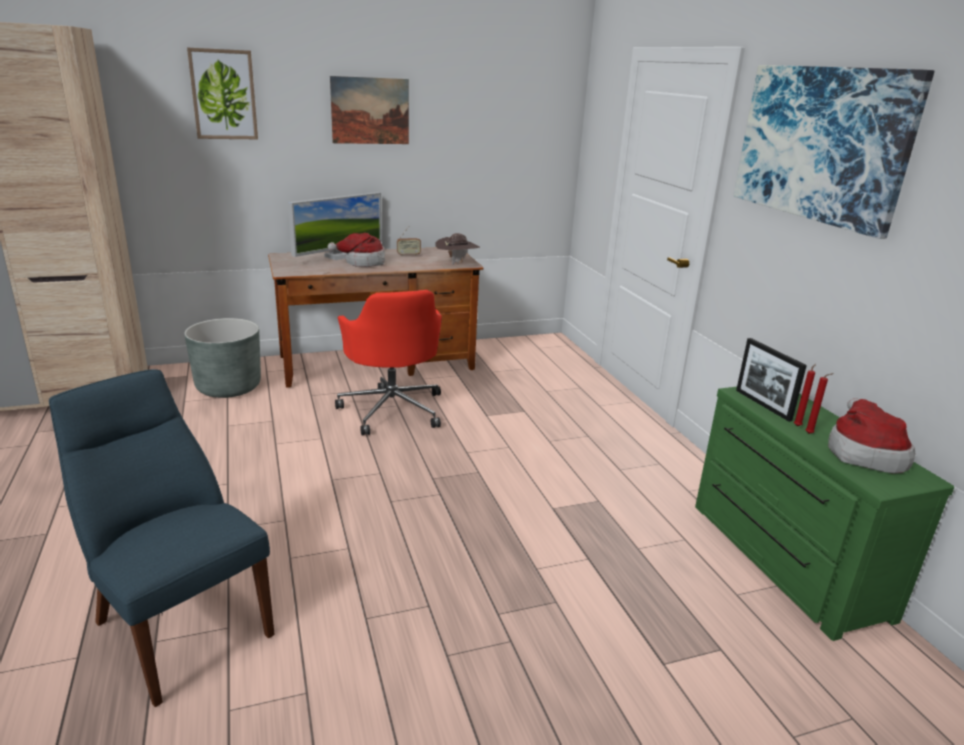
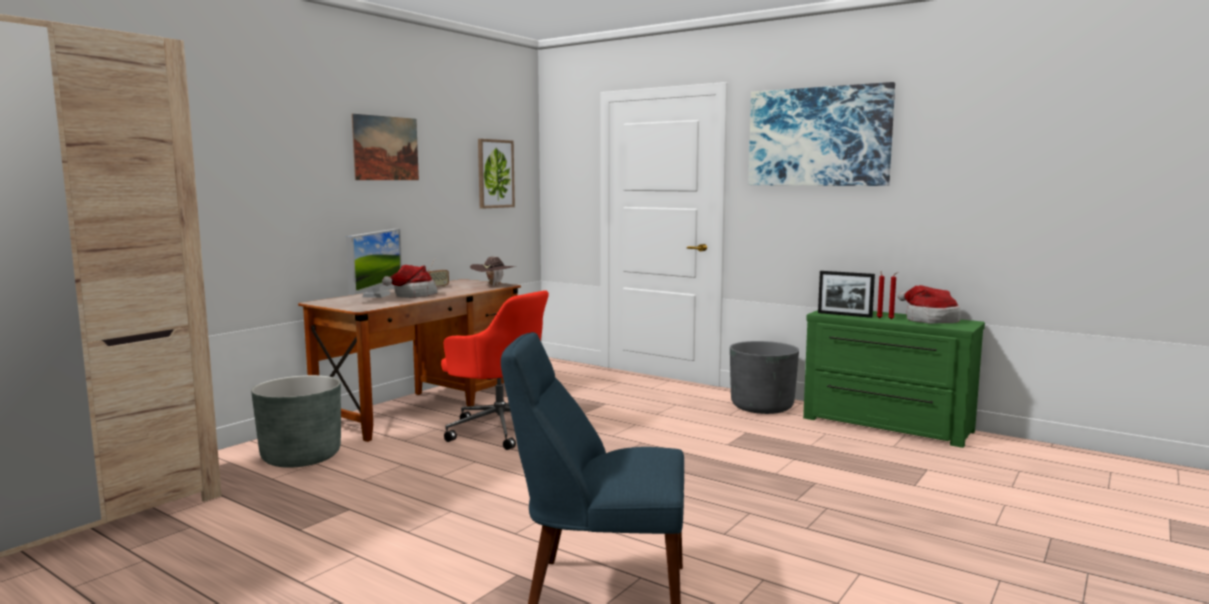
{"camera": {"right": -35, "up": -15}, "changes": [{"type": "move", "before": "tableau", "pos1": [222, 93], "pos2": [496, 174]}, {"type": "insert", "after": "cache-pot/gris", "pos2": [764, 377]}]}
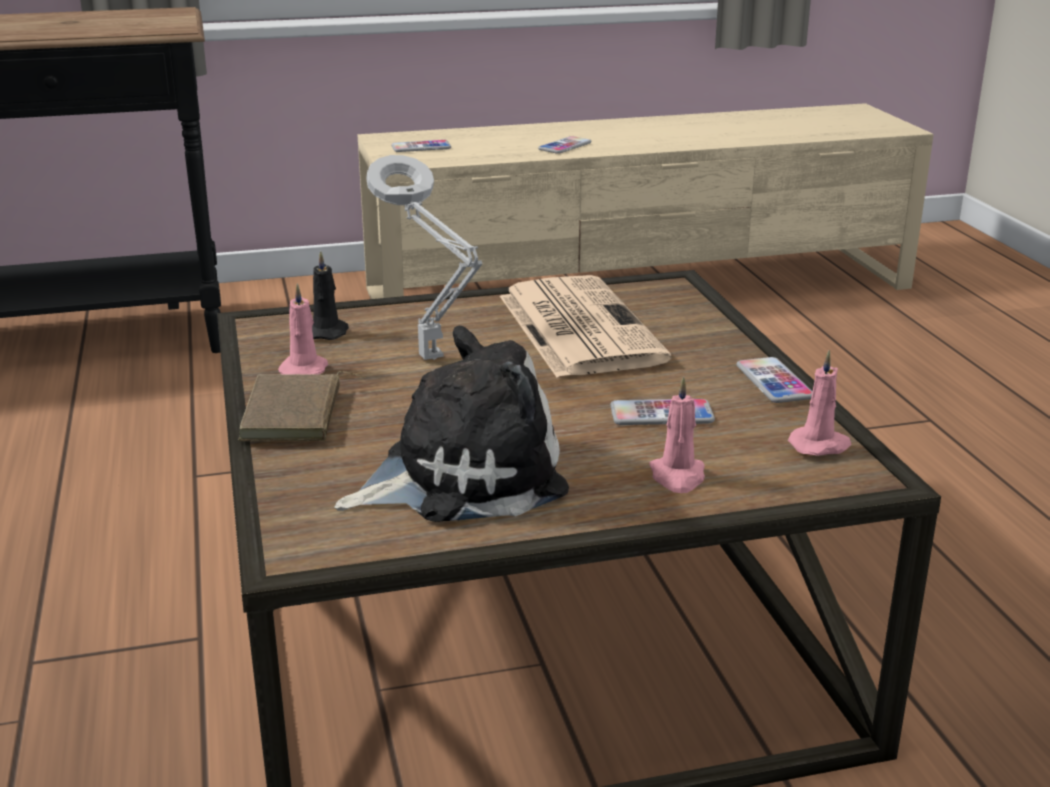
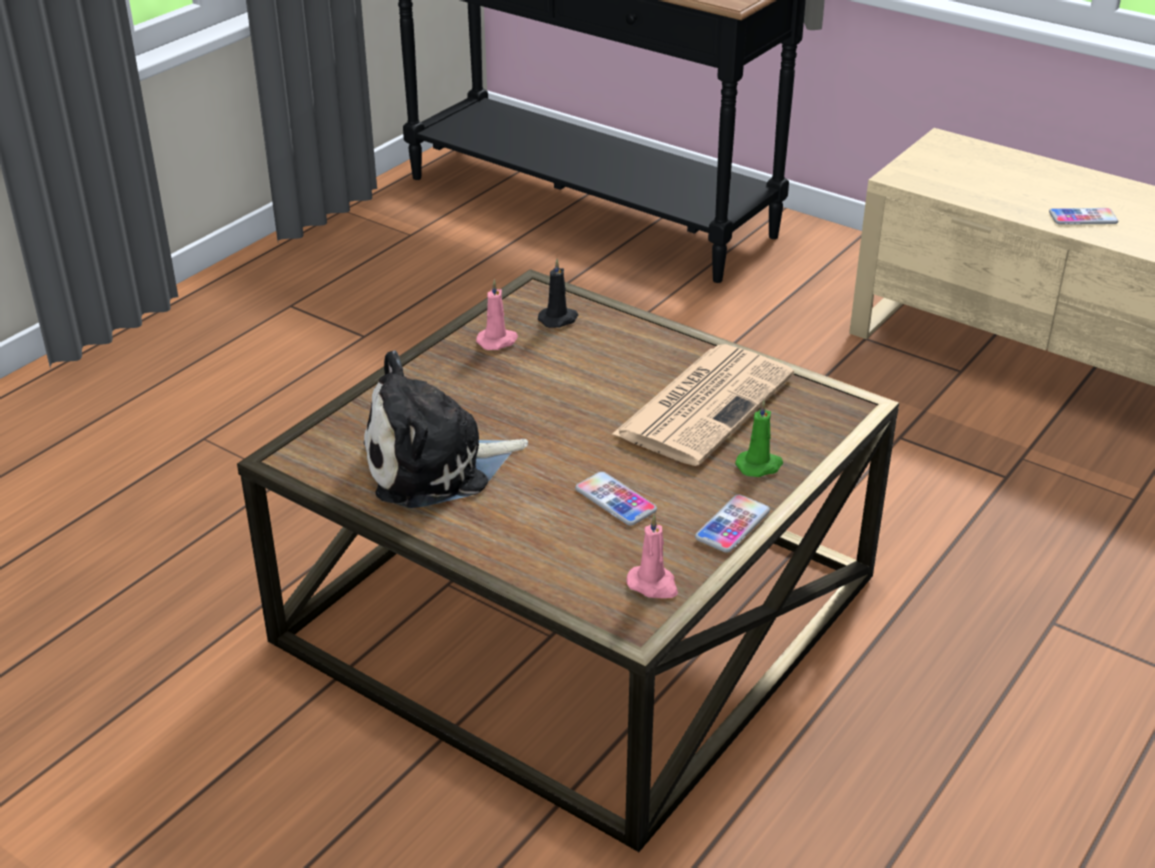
{"camera": {"right": 50, "up": 10}, "changes": [{"type": "delete", "before": "livre/marron", "pos1": [301, 406]}, {"type": "rotate", "before": "peluche", "pos1": [451, 424], "pos2": [446, 429], "turn": 135}, {"type": "delete", "before": "lampe de table/gris", "pos1": [424, 257]}, {"type": "delete", "before": "téléphone", "pos1": [421, 146]}, {"type": "delete", "before": "bougie/rose", "pos1": [677, 434]}, {"type": "insert", "after": "bougie/vert", "pos2": [759, 438]}]}
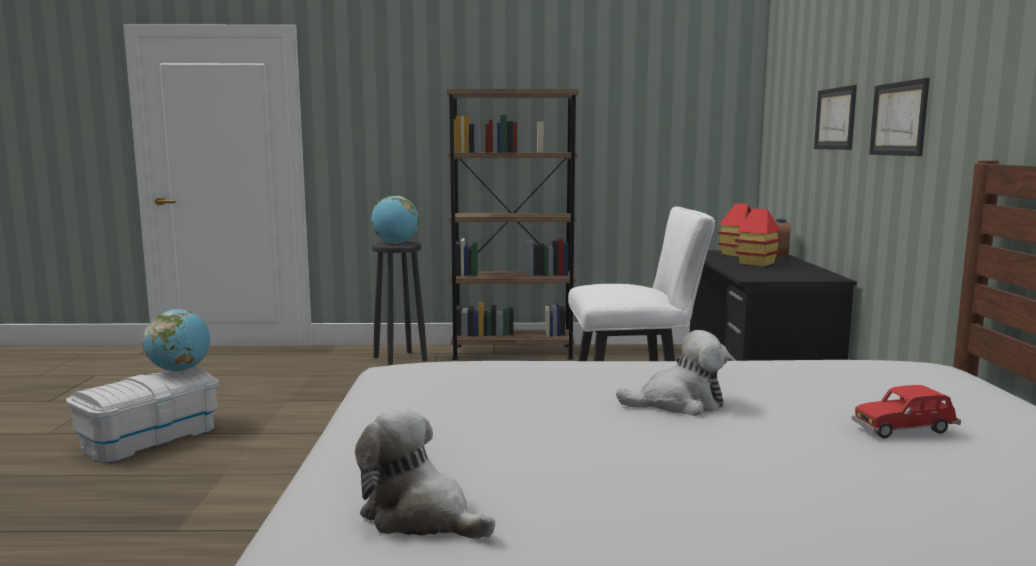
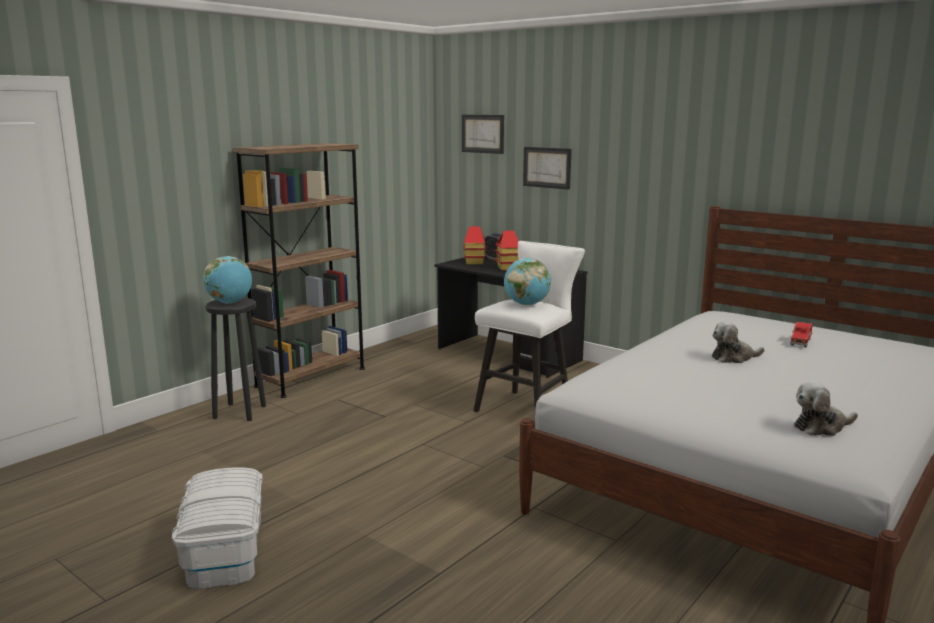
{"camera": {"right": -50, "up": 5}, "changes": [{"type": "move", "before": "globe", "pos1": [176, 340], "pos2": [527, 281]}, {"type": "rotate", "before": "peluche", "pos1": [673, 373], "pos2": [738, 342], "turn": -135}, {"type": "move", "before": "tableau", "pos1": [899, 117], "pos2": [483, 134]}]}
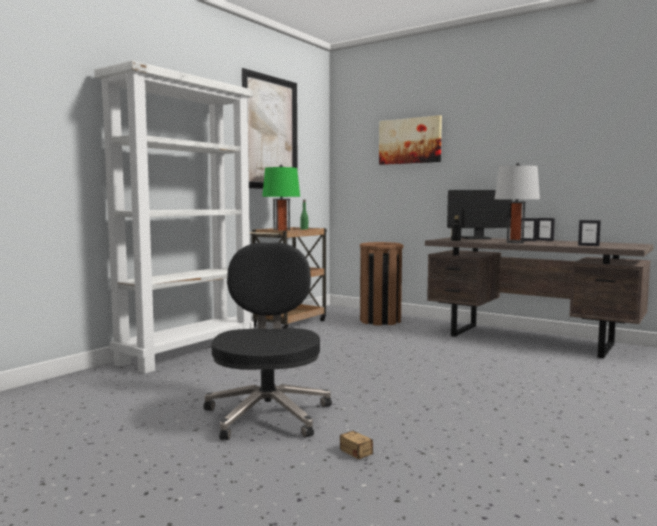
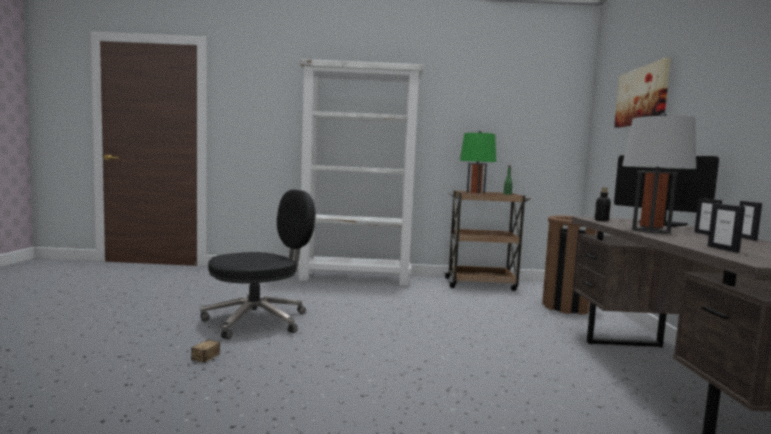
{"camera": {"right": 55, "up": 0}, "changes": [{"type": "delete", "before": "tableau", "pos1": [270, 128]}]}
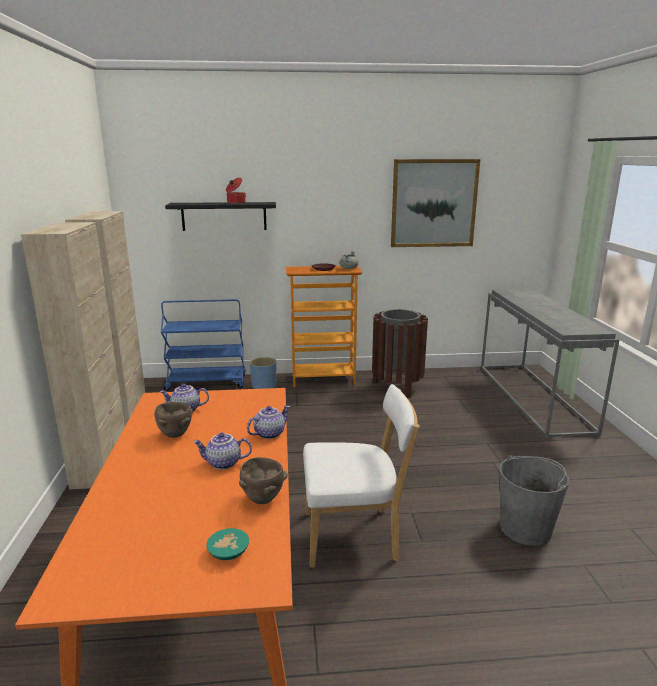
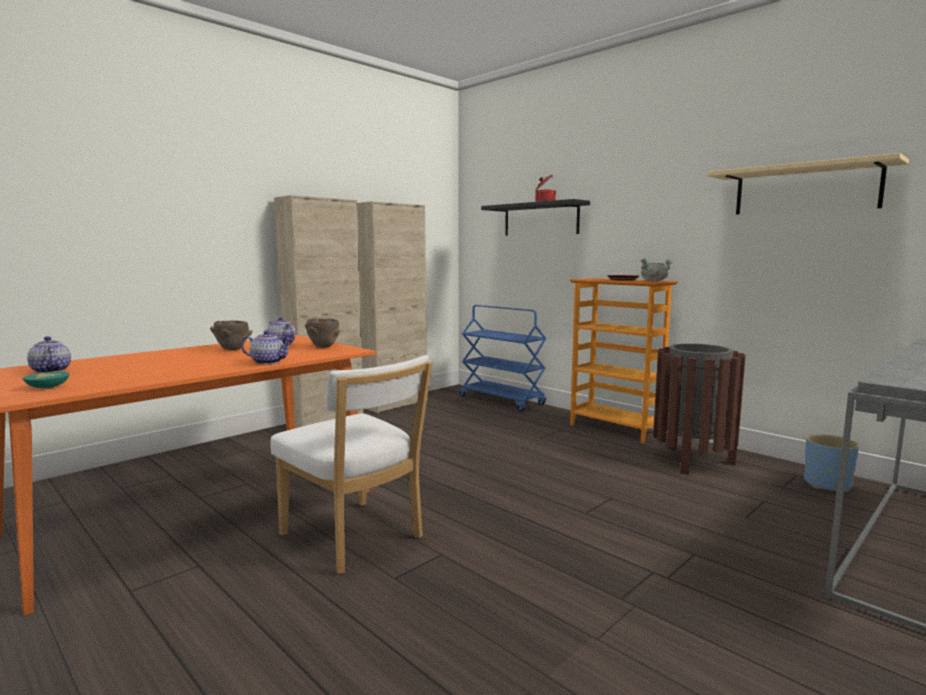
{"camera": {"right": 50, "up": -10}, "changes": [{"type": "move", "before": "théière", "pos1": [222, 451], "pos2": [49, 354]}, {"type": "move", "before": "bol/marron", "pos1": [263, 480], "pos2": [322, 333]}, {"type": "move", "before": "cache-pot/bleu", "pos1": [263, 373], "pos2": [831, 463]}, {"type": "replace", "before": "tableau", "after": "étagère/beige", "pos1": [435, 203], "pos2": [808, 184]}, {"type": "delete", "before": "seau/gris", "pos1": [534, 500]}]}
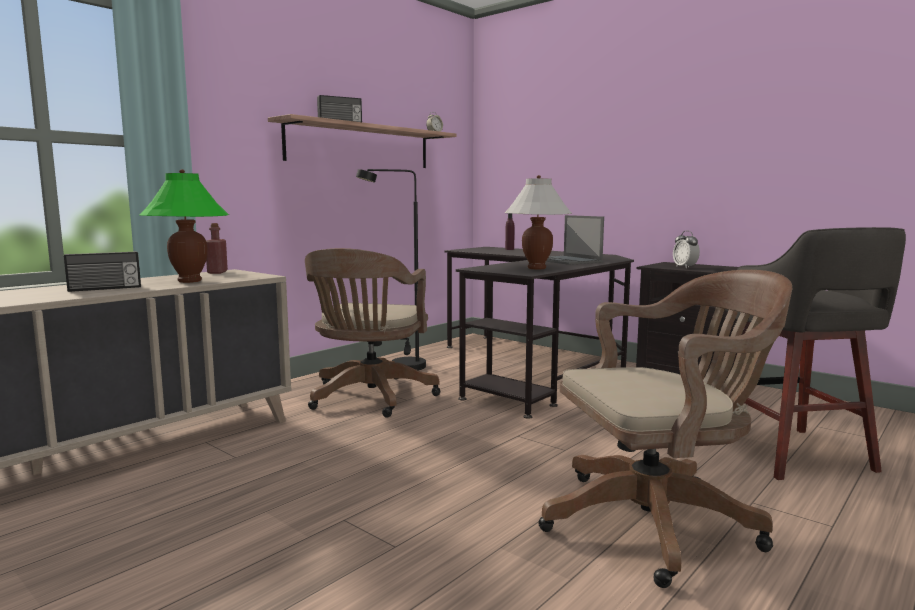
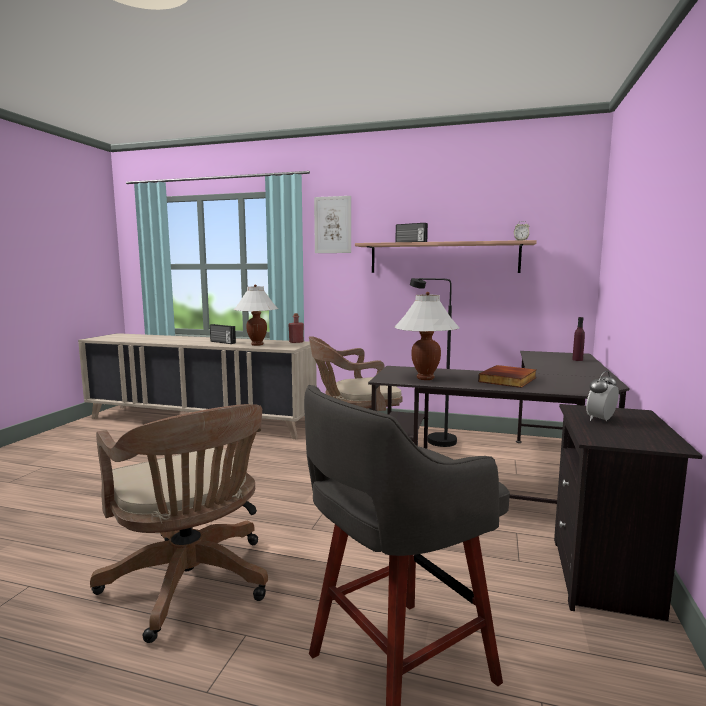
{"camera": {"right": 65, "up": 0}, "changes": [{"type": "recolor", "before": "lampe de table/vert", "after": "lampe de table/blanc", "pos1": [184, 226], "pos2": [256, 315]}, {"type": "replace", "before": "ordinateur portable", "after": "livre", "pos1": [575, 240], "pos2": [507, 376]}, {"type": "insert", "after": "tableau", "pos2": [332, 224]}]}
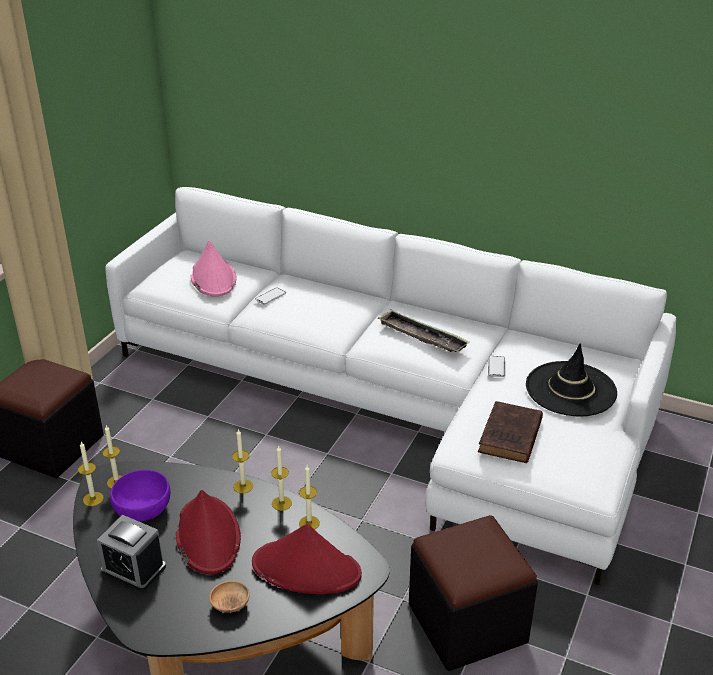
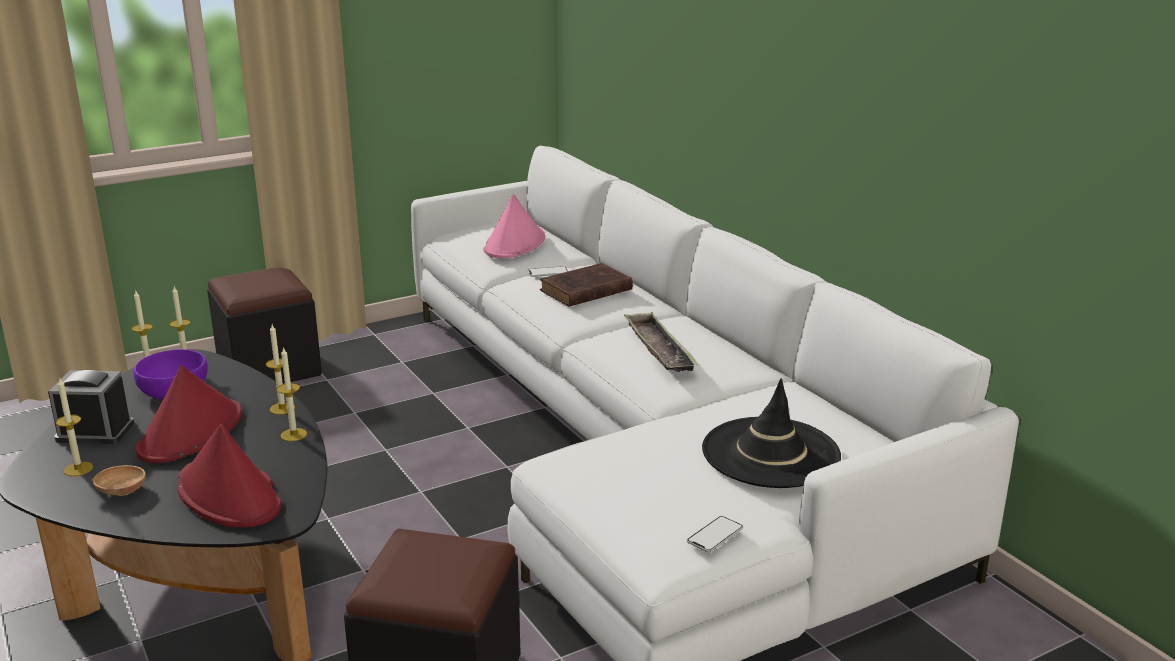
{"camera": {"right": 35, "up": -10}, "changes": [{"type": "rotate", "before": "réveil", "pos1": [131, 553], "pos2": [91, 407], "turn": 120}, {"type": "move", "before": "bougie", "pos1": [309, 497], "pos2": [74, 426]}, {"type": "move", "before": "livre/marron", "pos1": [510, 432], "pos2": [586, 285]}, {"type": "move", "before": "téléphone", "pos1": [496, 366], "pos2": [715, 534]}]}
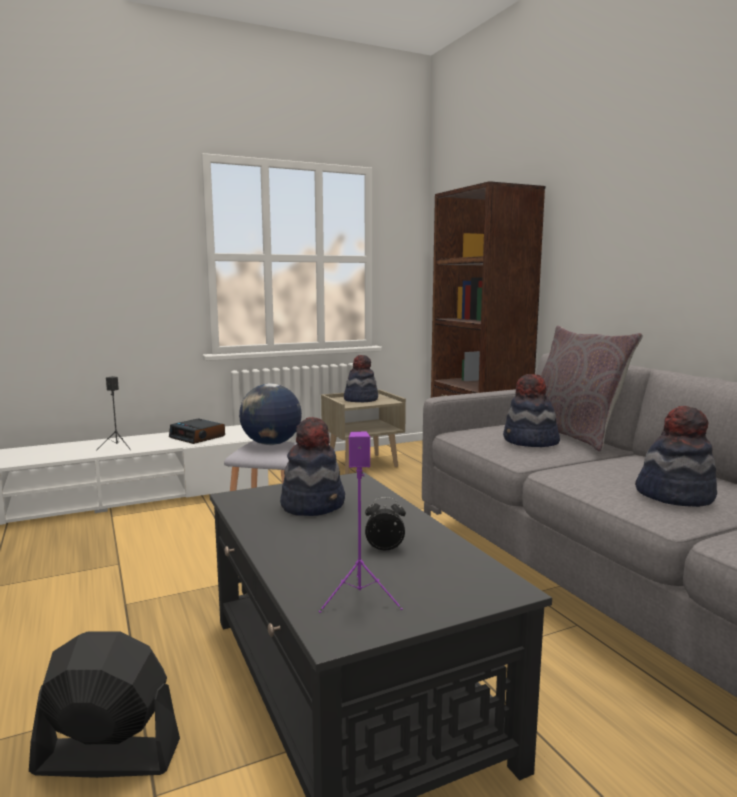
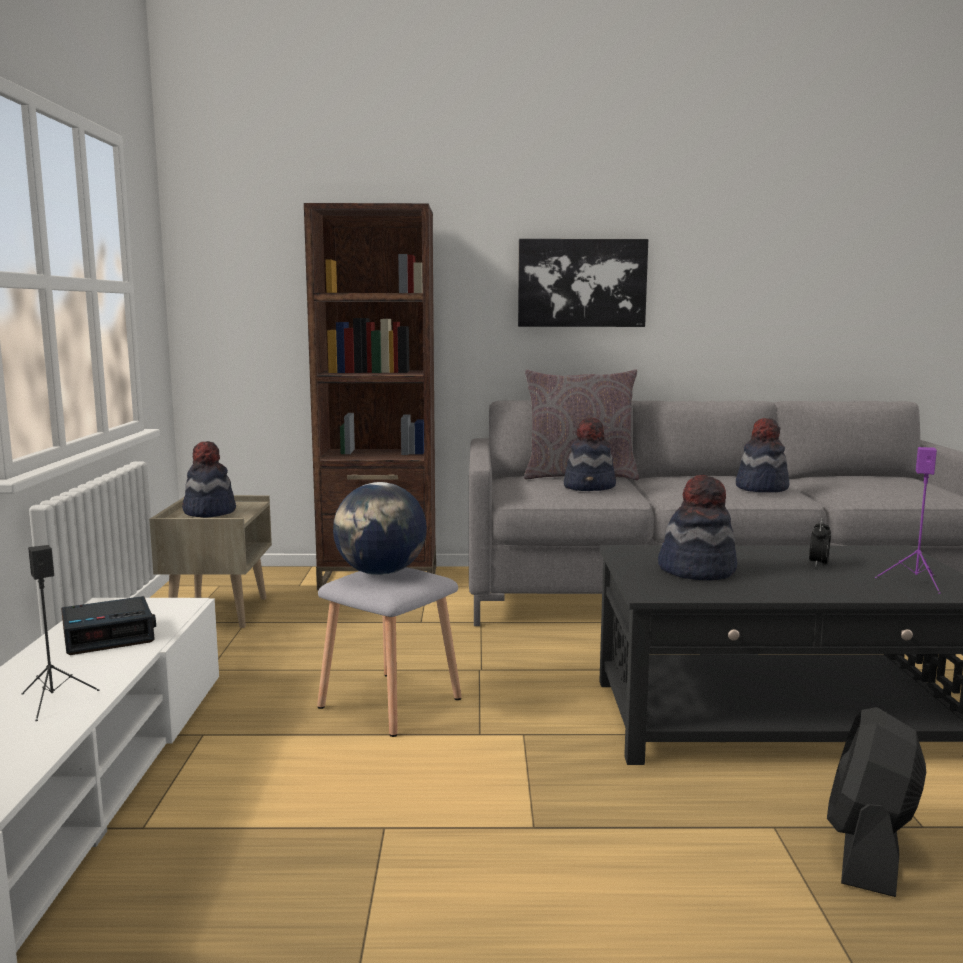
{"camera": {"right": -65, "up": 0}, "changes": [{"type": "insert", "after": "tableau", "pos2": [583, 283]}]}
